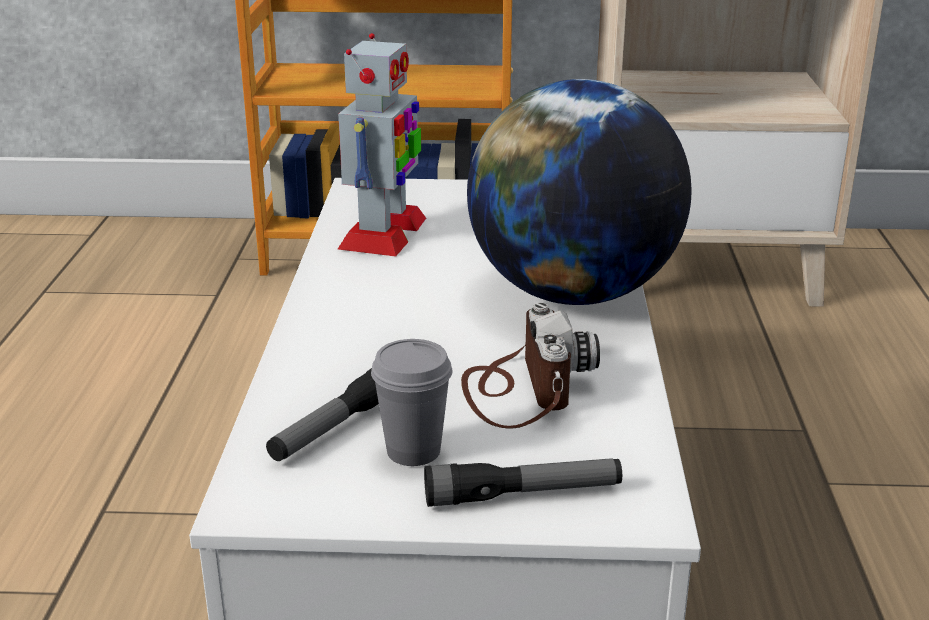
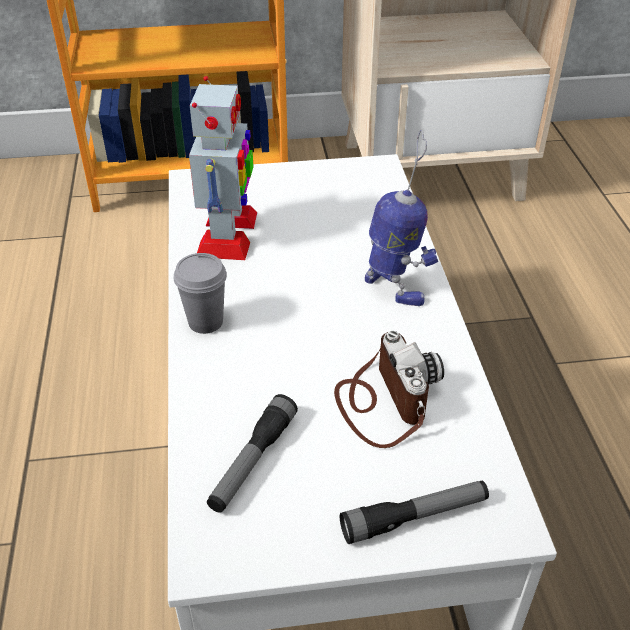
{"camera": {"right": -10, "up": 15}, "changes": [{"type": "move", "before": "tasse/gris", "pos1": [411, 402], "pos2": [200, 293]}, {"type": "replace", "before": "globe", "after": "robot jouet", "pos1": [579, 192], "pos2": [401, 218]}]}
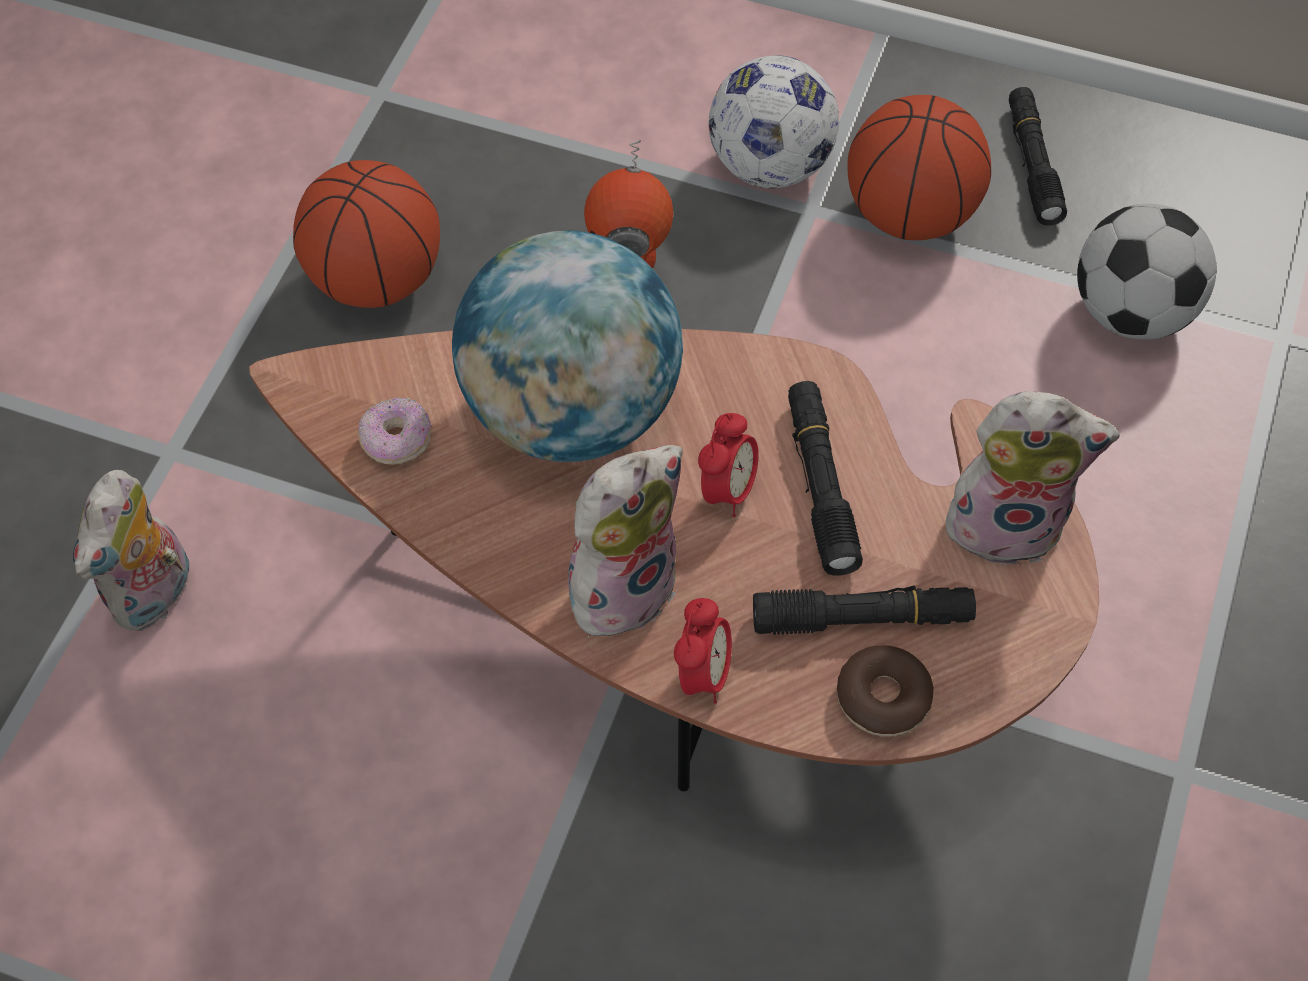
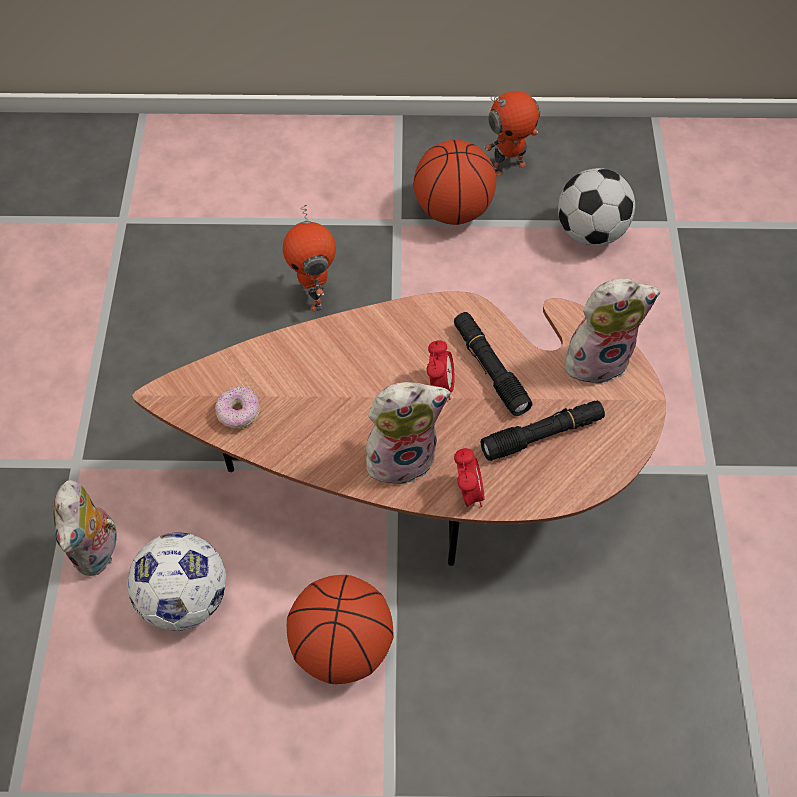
{"camera": {"right": -20, "up": 0}, "changes": [{"type": "move", "before": "ballon de basket", "pos1": [366, 234], "pos2": [340, 629]}, {"type": "delete", "before": "globe", "pos1": [567, 346]}, {"type": "rotate", "before": "peluche", "pos1": [625, 546], "pos2": [408, 435], "turn": 45}, {"type": "move", "before": "ballon de foot", "pos1": [773, 122], "pos2": [177, 581]}, {"type": "delete", "before": "beignet", "pos1": [885, 690]}, {"type": "replace", "before": "lampe de poche/noir", "after": "robot jouet", "pos1": [1038, 156], "pos2": [512, 133]}]}
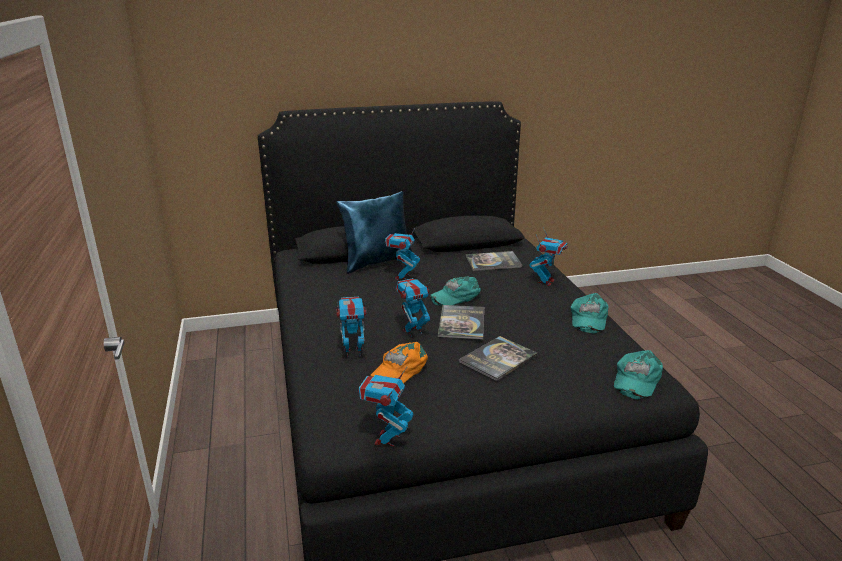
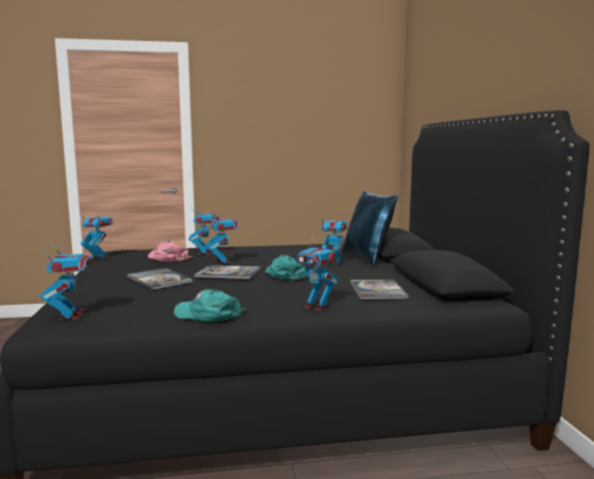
{"camera": {"right": 95, "up": -15}, "changes": [{"type": "recolor", "before": "casquette/orange", "after": "casquette/rose", "pos1": [399, 362], "pos2": [170, 251]}, {"type": "replace", "before": "casquette/turquoise", "after": "robot jouet", "pos1": [638, 374], "pos2": [66, 281]}]}
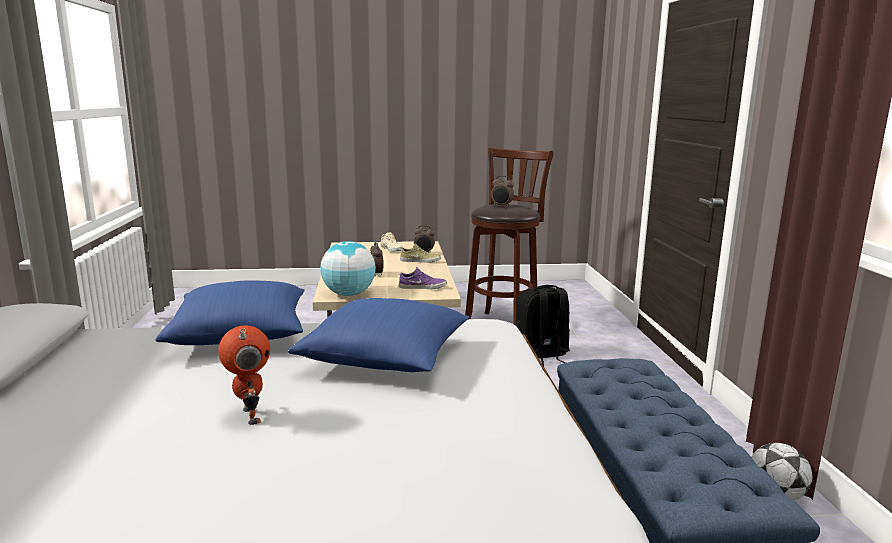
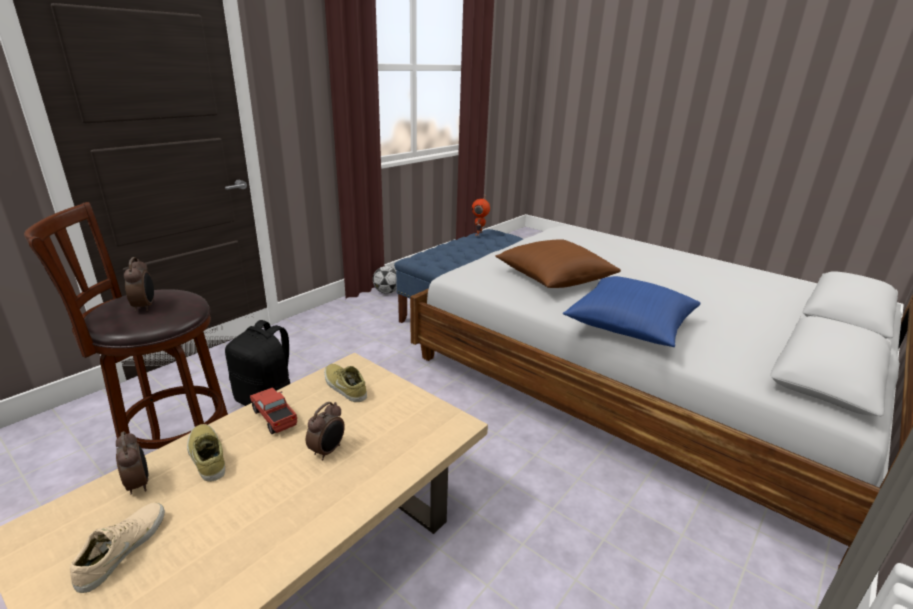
{"camera": {"right": -135, "up": 10}, "changes": [{"type": "move", "before": "robot jouet", "pos1": [244, 375], "pos2": [481, 215]}, {"type": "recolor", "before": "coussin/bleu", "after": "coussin/marron", "pos1": [378, 335], "pos2": [558, 263]}, {"type": "delete", "before": "globe", "pos1": [348, 268]}, {"type": "recolor", "before": "chaussure/violet", "after": "chaussure/beige", "pos1": [423, 278], "pos2": [345, 383]}, {"type": "insert", "after": "camion jouet", "pos2": [273, 410]}]}
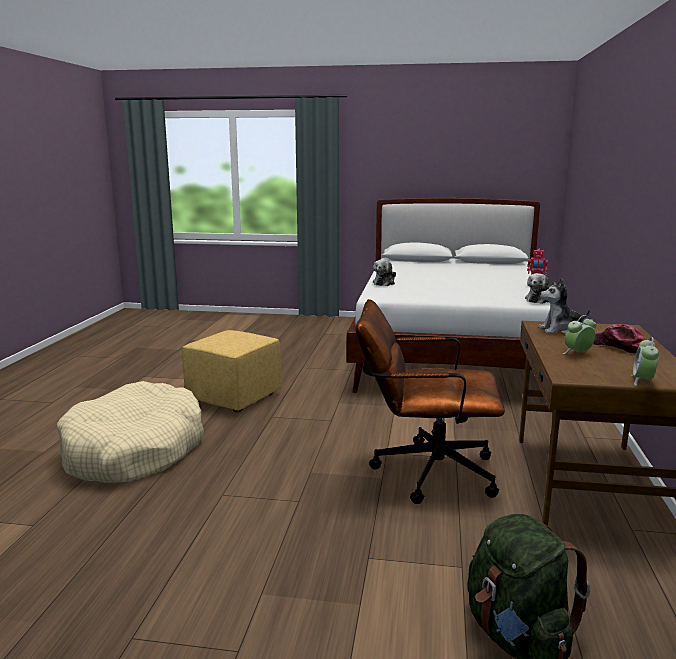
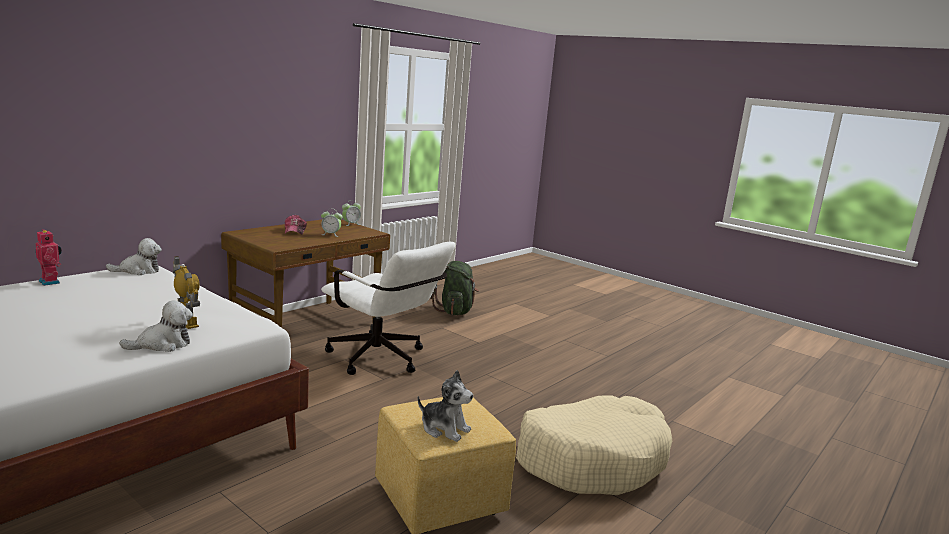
{"camera": {"right": -150, "up": 0}, "changes": [{"type": "recolor", "before": "chaise de bureau/marron", "after": "chaise de bureau/blanc", "pos1": [430, 401], "pos2": [388, 308]}, {"type": "move", "before": "peluche", "pos1": [564, 307], "pos2": [445, 406]}, {"type": "insert", "after": "robot jouet", "pos2": [186, 292]}]}
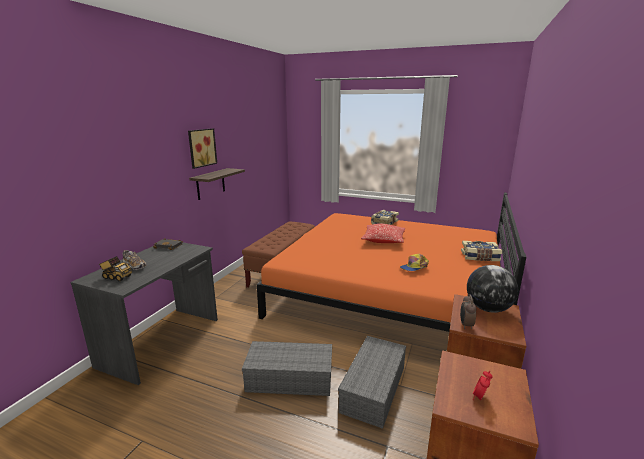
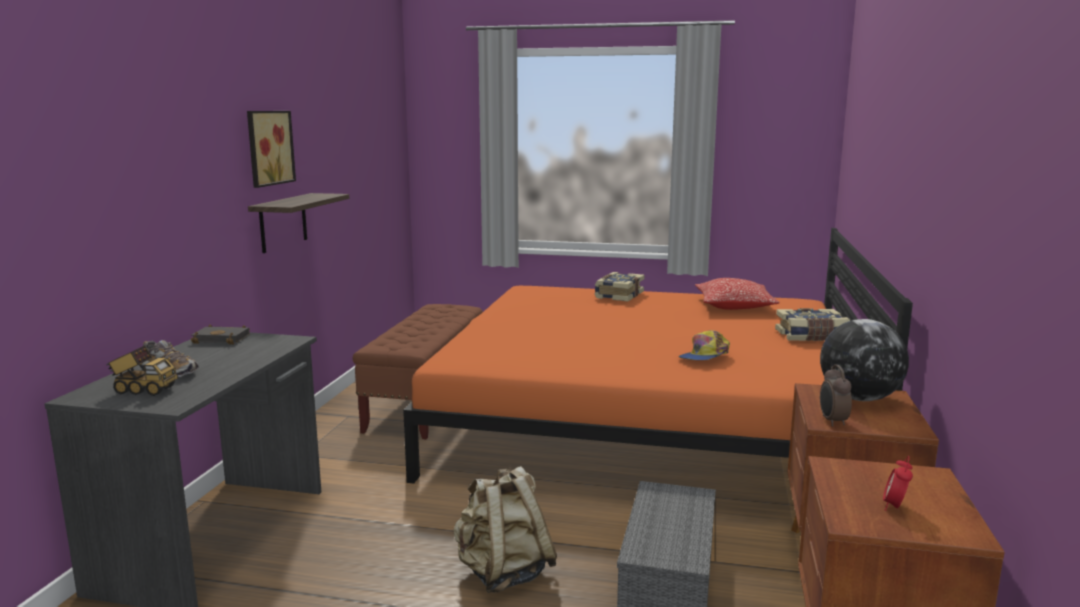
{"camera": {"right": -10, "up": -5}, "changes": [{"type": "replace", "before": "boîte de rangement/gris", "after": "sac à dos/beige", "pos1": [287, 368], "pos2": [505, 529]}, {"type": "move", "before": "coussin", "pos1": [383, 233], "pos2": [737, 294]}]}
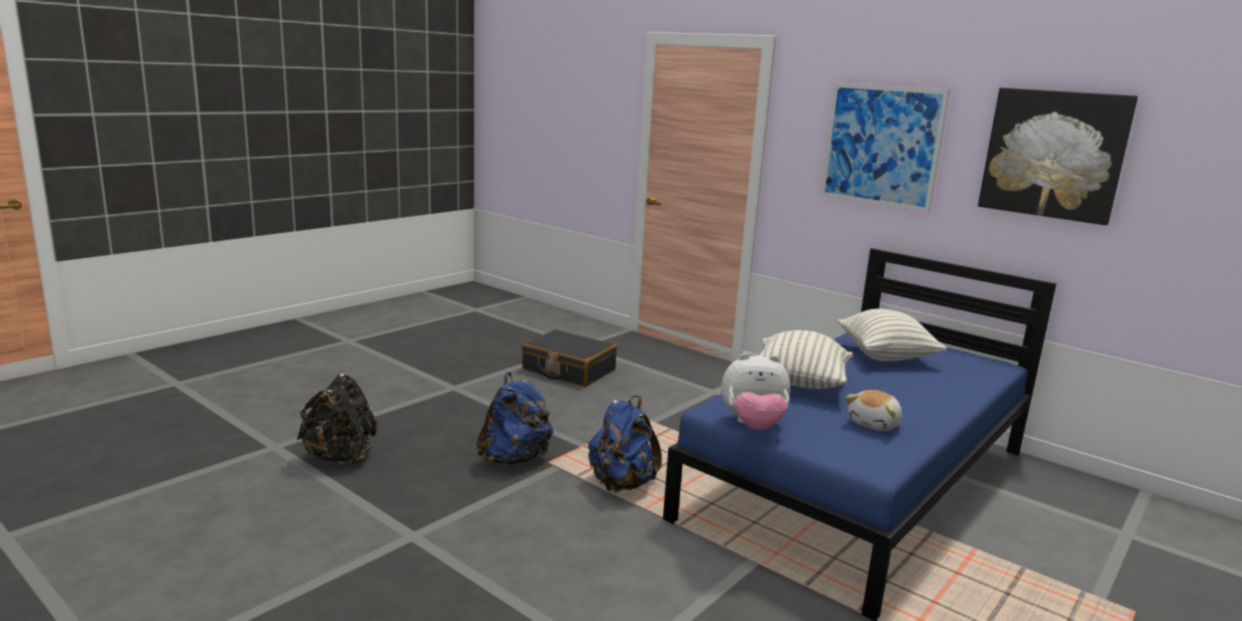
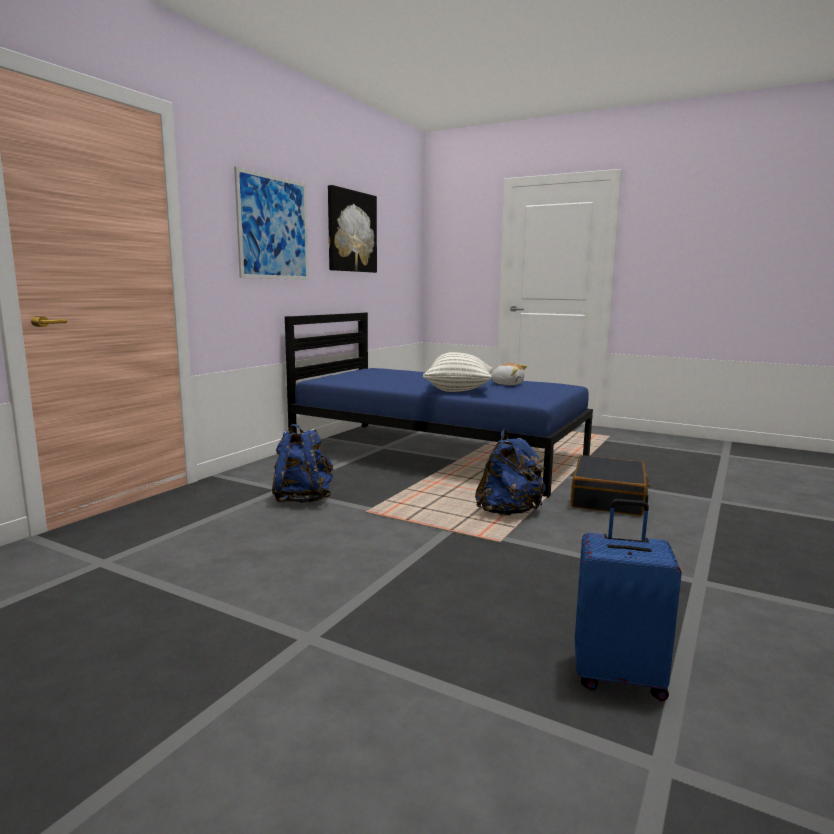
{"camera": {"right": -100, "up": -5}, "changes": [{"type": "replace", "before": "sac à dos/noir", "after": "valise/bleu", "pos1": [337, 419], "pos2": [628, 600]}, {"type": "move", "before": "sac à dos/bleu", "pos1": [515, 418], "pos2": [302, 463]}, {"type": "move", "before": "valise/noir", "pos1": [569, 358], "pos2": [610, 485]}, {"type": "delete", "before": "peluche", "pos1": [756, 391]}, {"type": "delete", "before": "coussin", "pos1": [892, 335]}]}
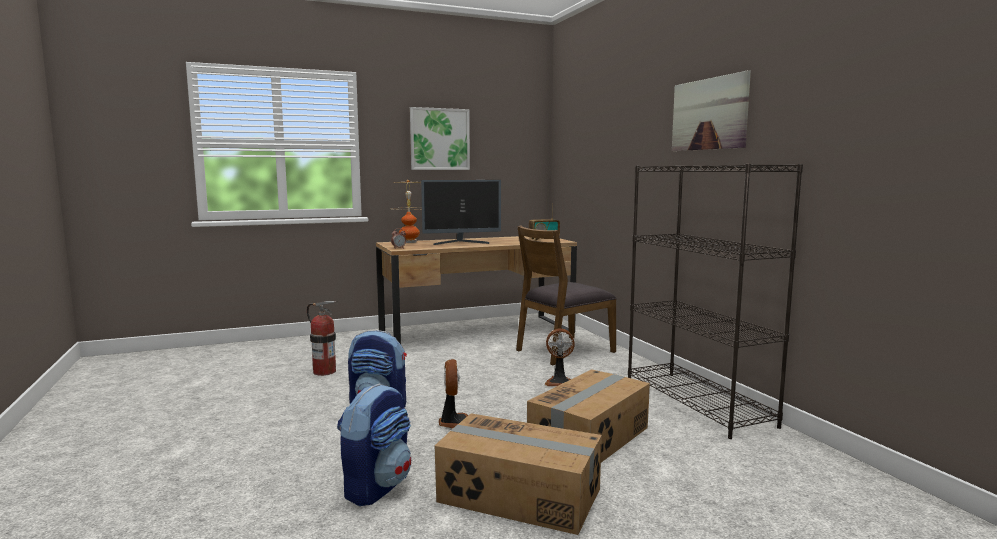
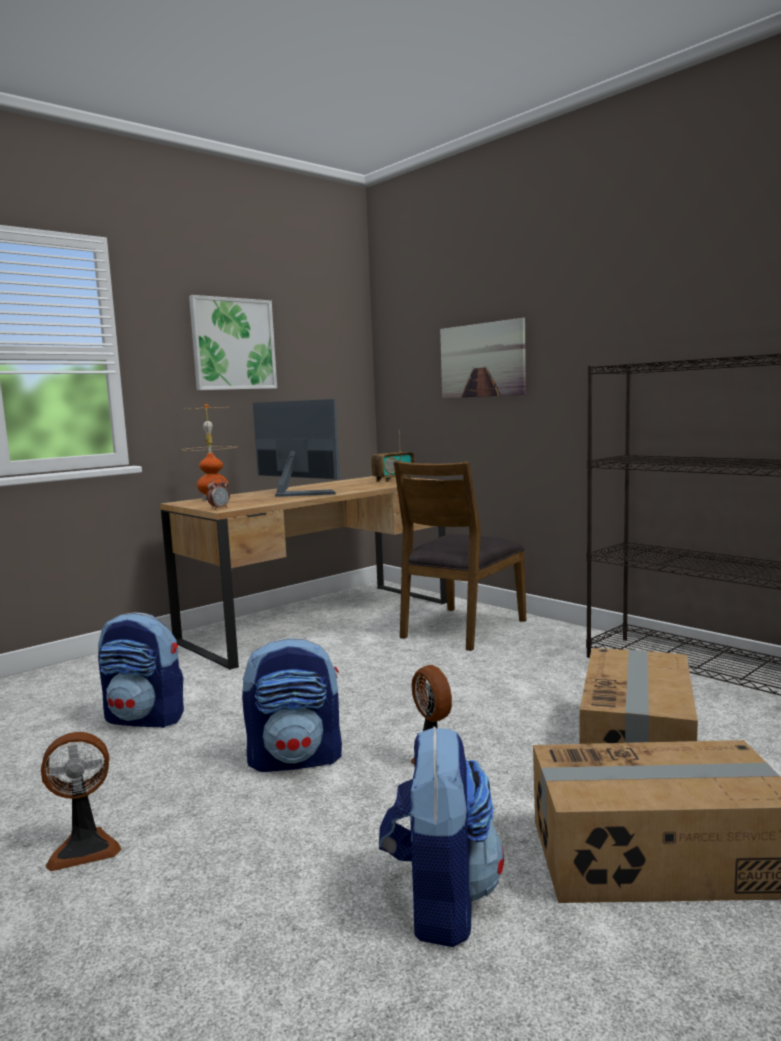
{"camera": {"right": -20, "up": 0}, "changes": [{"type": "replace", "before": "extincteur", "after": "sac à dos", "pos1": [322, 338], "pos2": [141, 670]}, {"type": "rotate", "before": "écran d'ordinateur", "pos1": [461, 212], "pos2": [296, 448], "turn": -105}, {"type": "move", "before": "ventilateur", "pos1": [559, 357], "pos2": [81, 801]}, {"type": "move", "before": "tableau", "pos1": [711, 110], "pos2": [483, 358]}]}
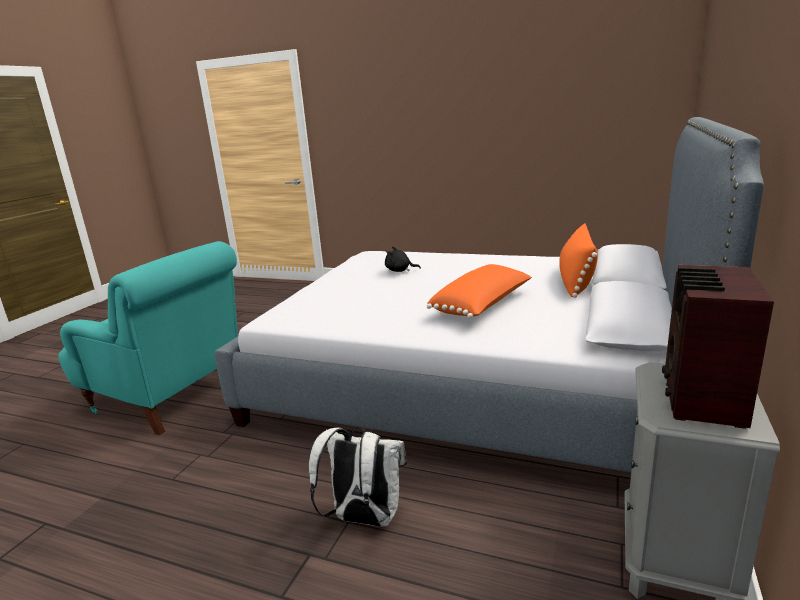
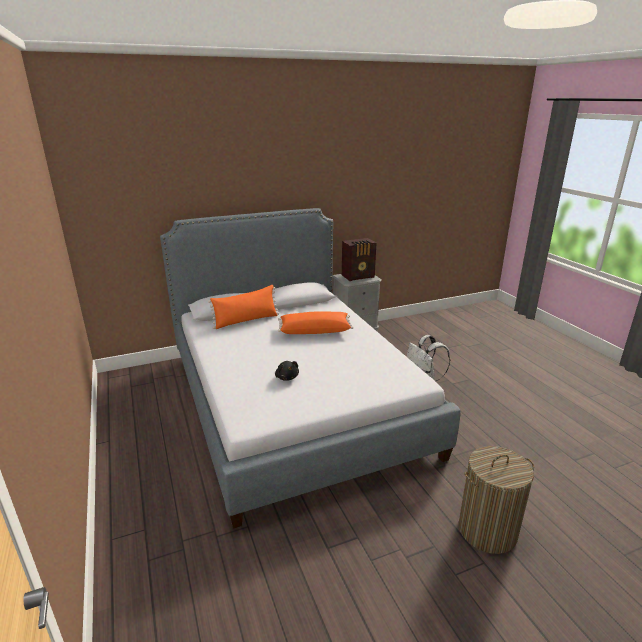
{"camera": {"right": -135, "up": 5}, "changes": [{"type": "replace", "before": "fauteuil/turquoise", "after": "panier à linge", "pos1": [148, 338], "pos2": [496, 500]}]}
